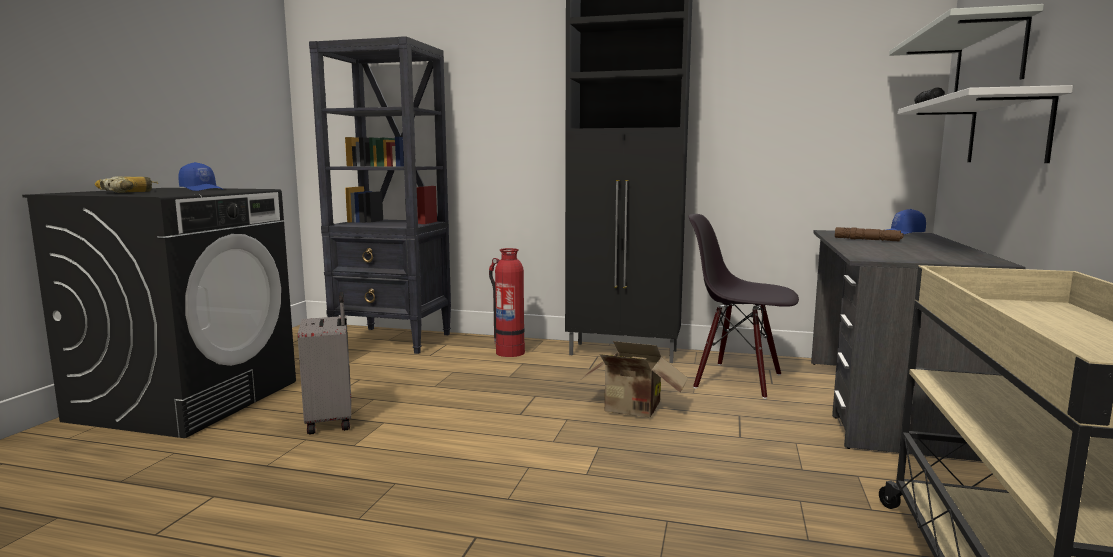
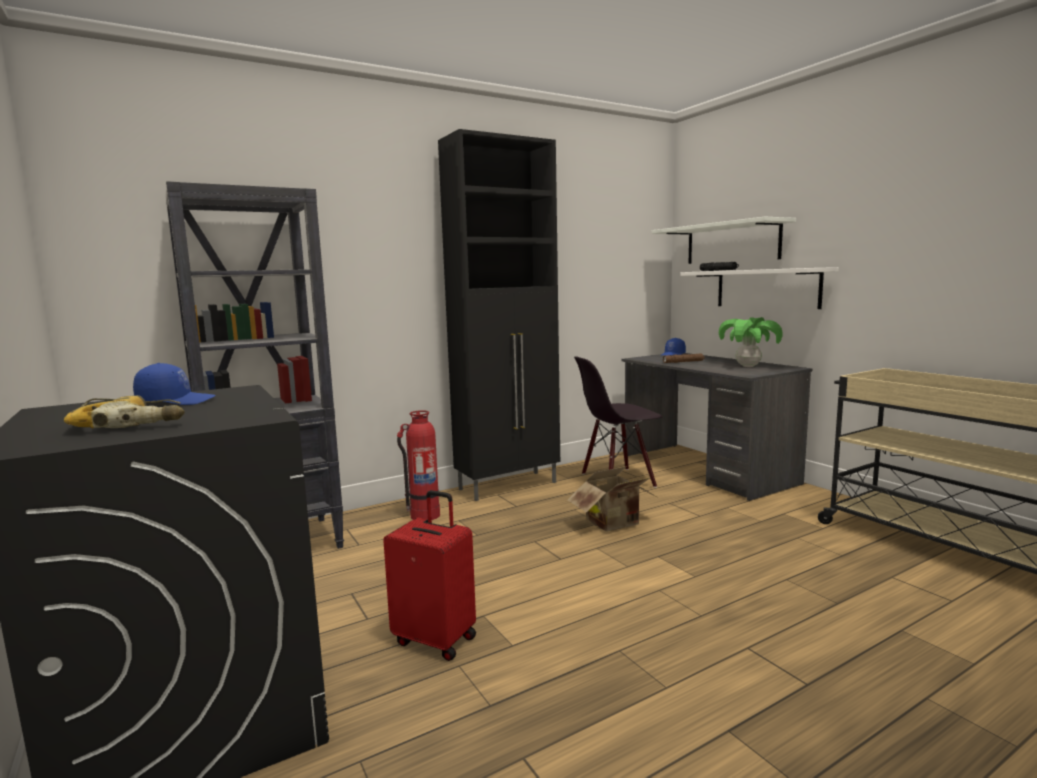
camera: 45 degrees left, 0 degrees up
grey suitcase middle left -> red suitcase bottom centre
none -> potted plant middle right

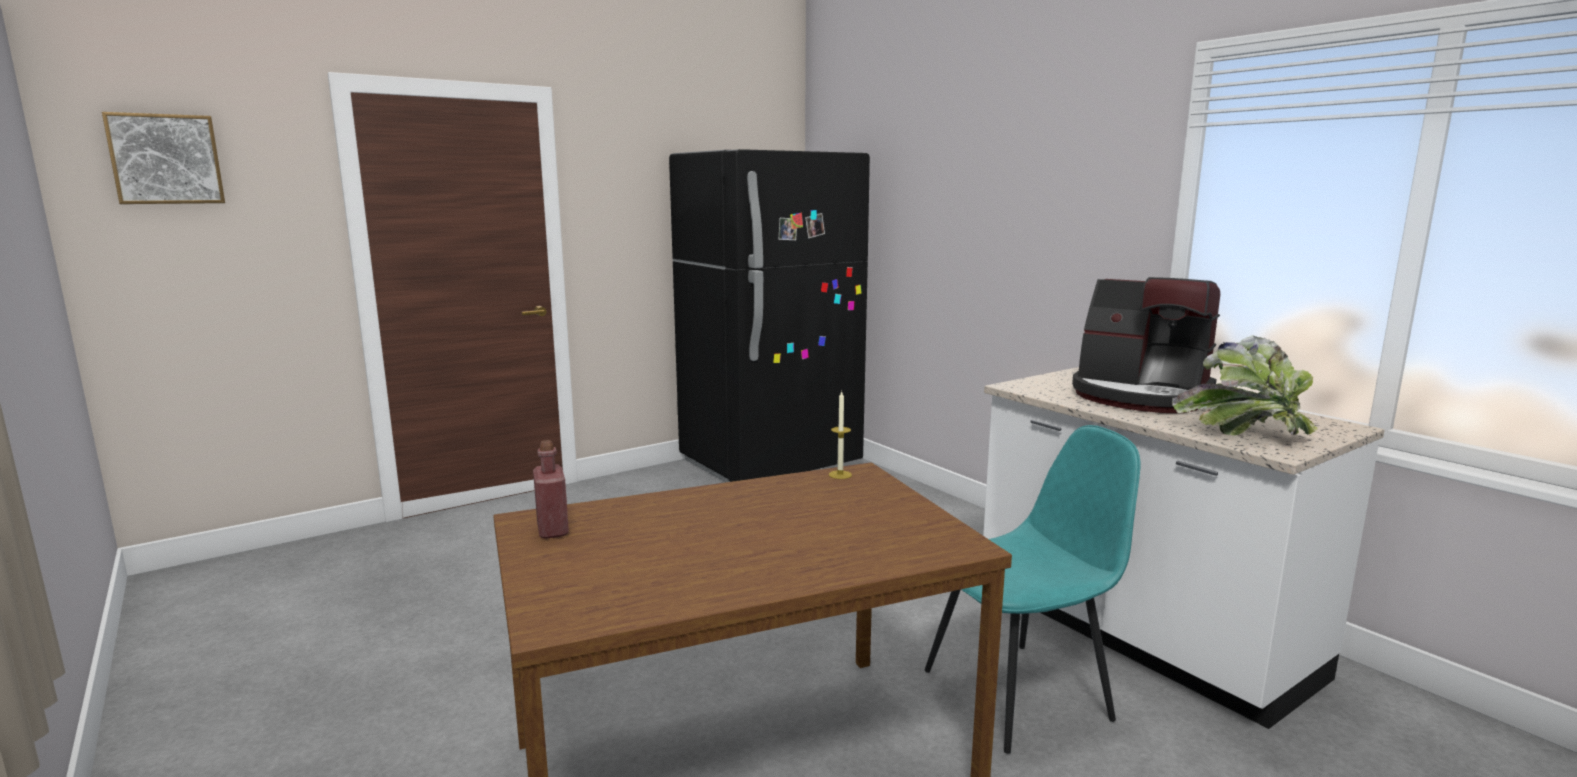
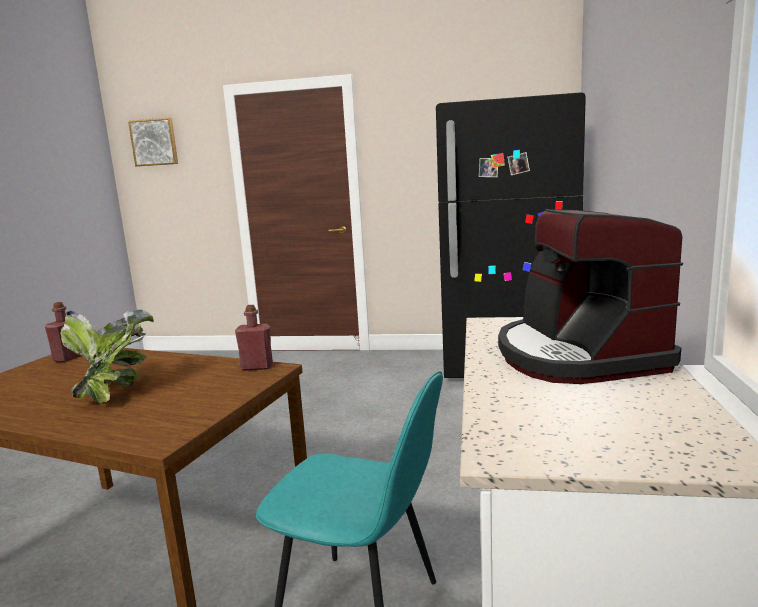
camera: 45 degrees right, 0 degrees up
potted plant middle right -> potted plant middle left, moved
candle centre -> red bottle (2nd from left) centre

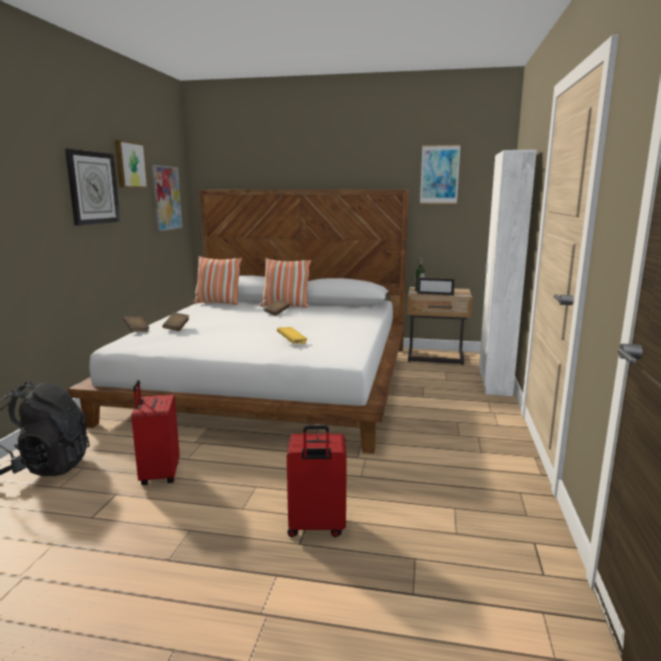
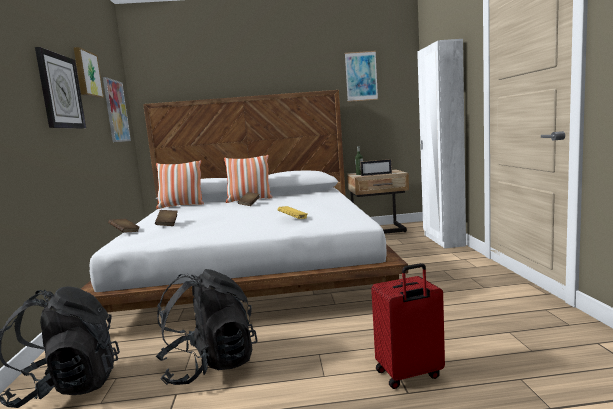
camera: 15 degrees left, 5 degrees down
red suitcase (1st from left) middle left -> black backpack (2nd from left) bottom centre

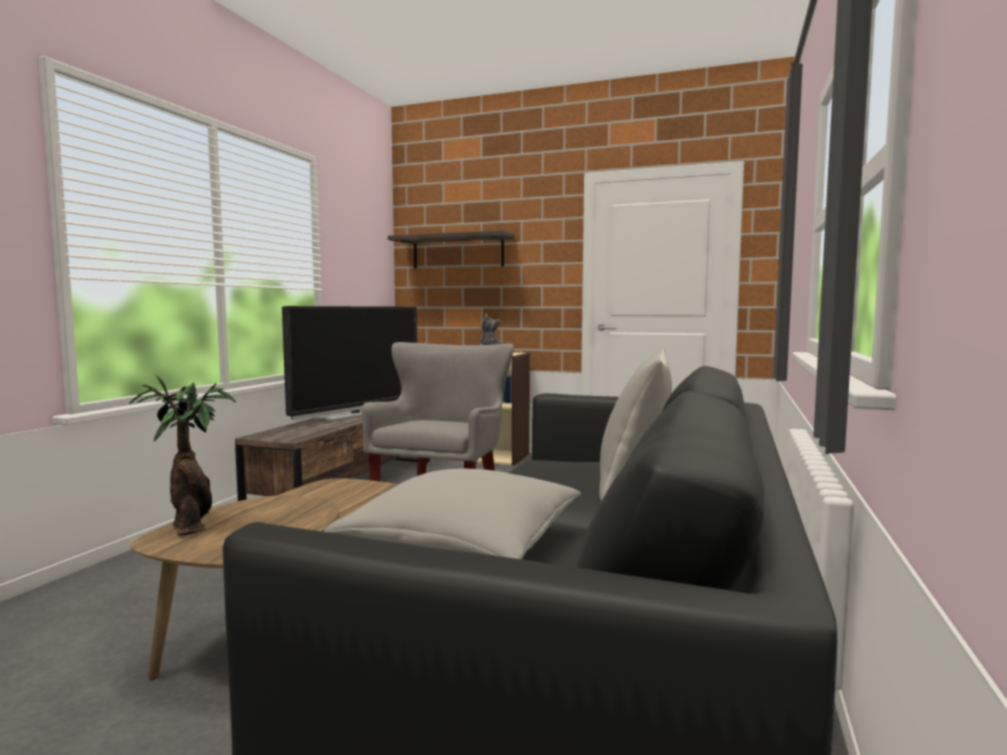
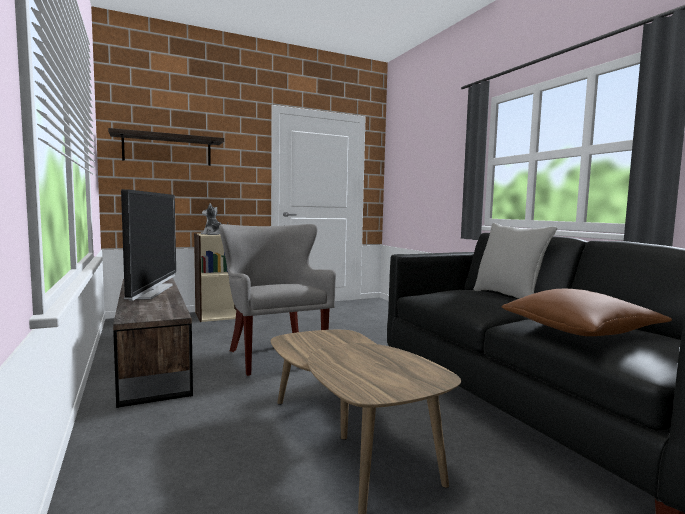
camera: 45 degrees left, 0 degrees up
potted plant middle left -> none
grey pillow (1st from left) bottom centre -> brown pillow middle right

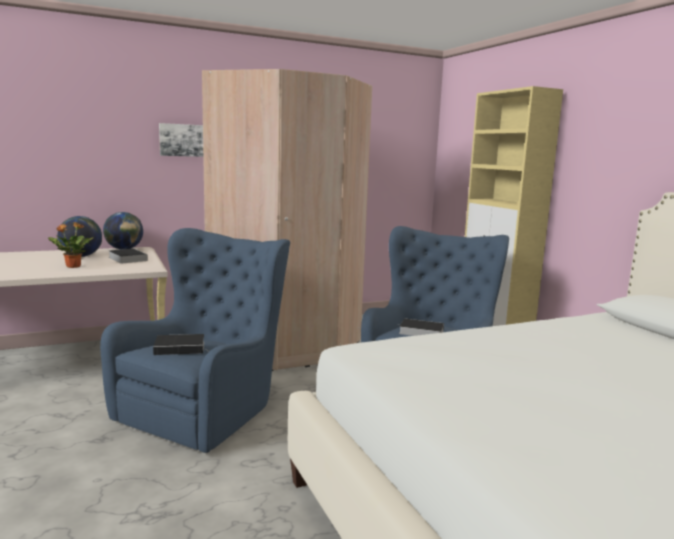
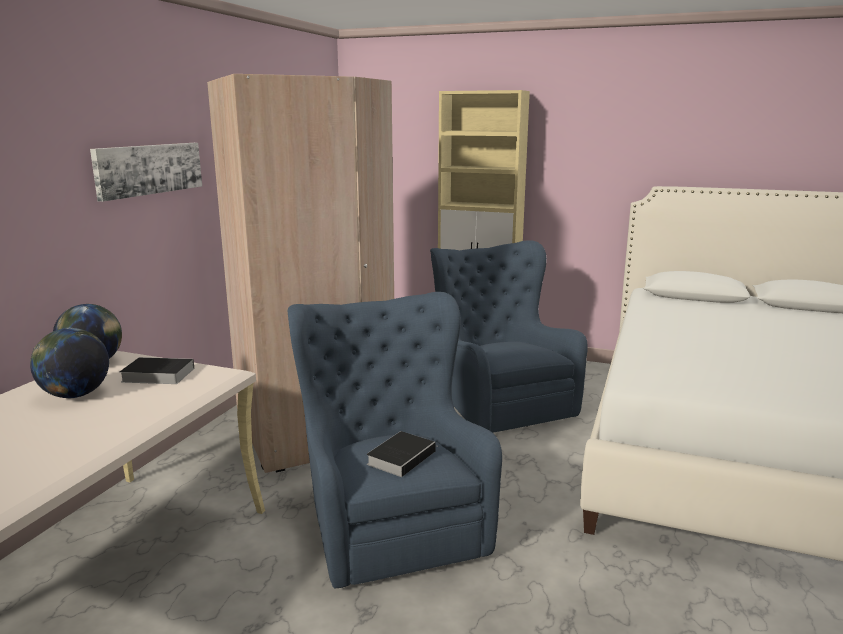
camera: 45 degrees left, 5 degrees up
potted plant middle left -> none
book (3rd from left) centre -> none

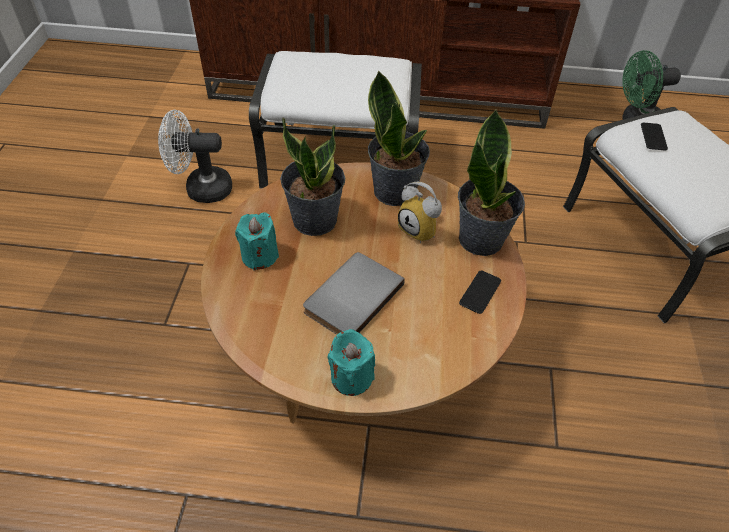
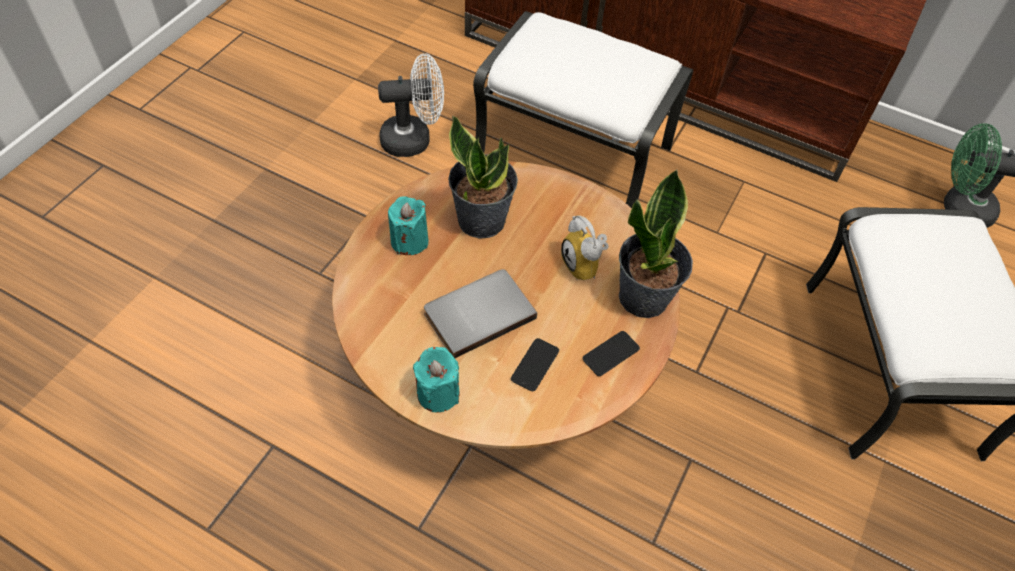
camera: 20 degrees right, 5 degrees up
potted plant (2nd from left) top centre -> none
white fan top left -> white fan top centre, 150 degrees clockwise
phone (2nd from left in the first image) top right -> phone (1st from left) centre, moved

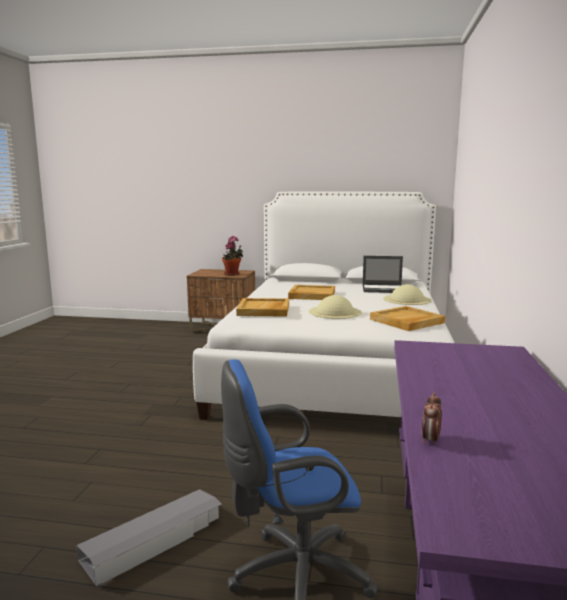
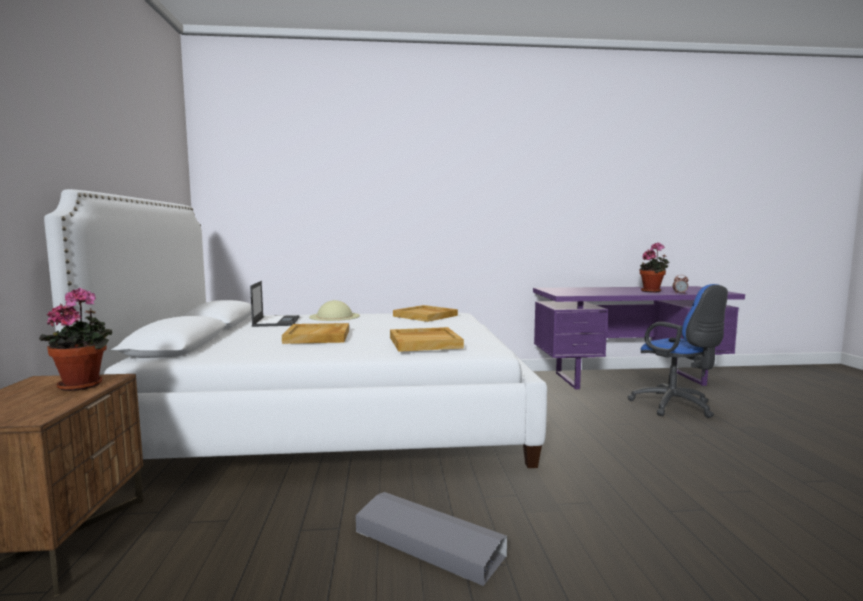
camera: 105 degrees left, 5 degrees down
beige hat (1st from left) centre -> none
grey storage box bottom left -> grey storage box bottom centre, moved
none -> potted plant (2nd from left) middle right

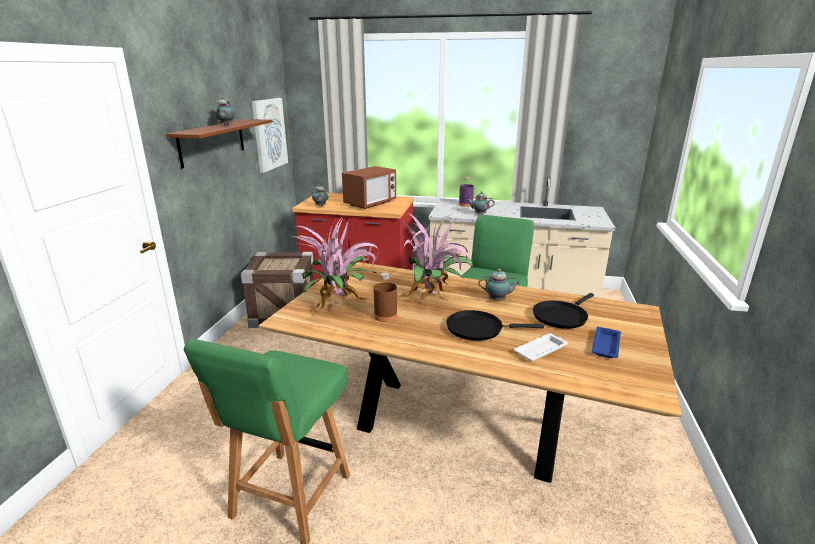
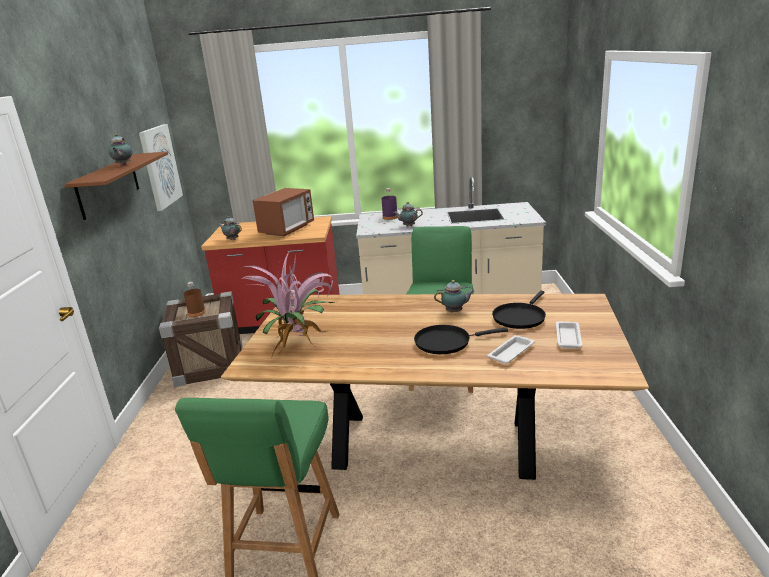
camera: 10 degrees left, 0 degrees up
potted plant (2nd from left) centre -> none
brown bottle centre -> brown bottle middle left, moved
blue tray middle right -> white tray (2nd from left) middle right

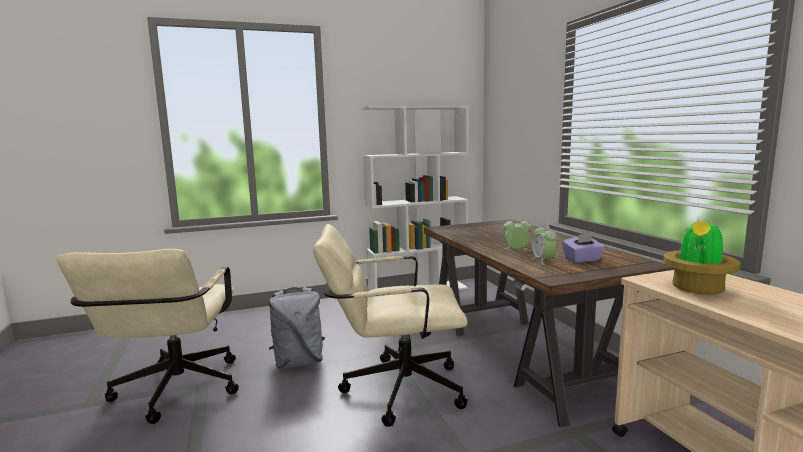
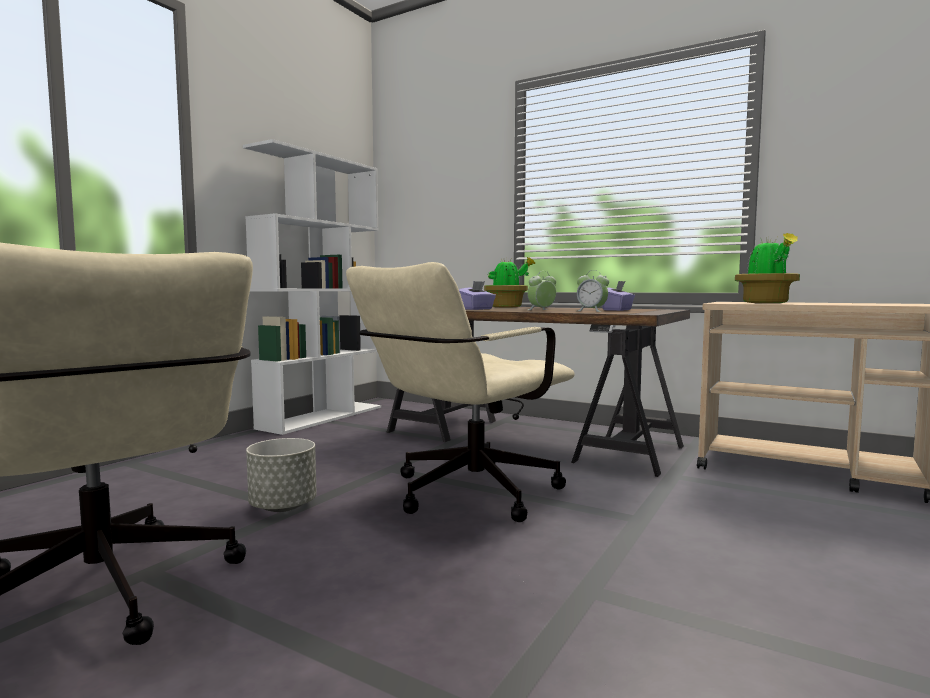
camera: 40 degrees left, 5 degrees down
grey backpack bottom centre -> grey planter bottom left
none -> potted plant (1st from left) centre
none -> purple tissue box (1st from left) centre

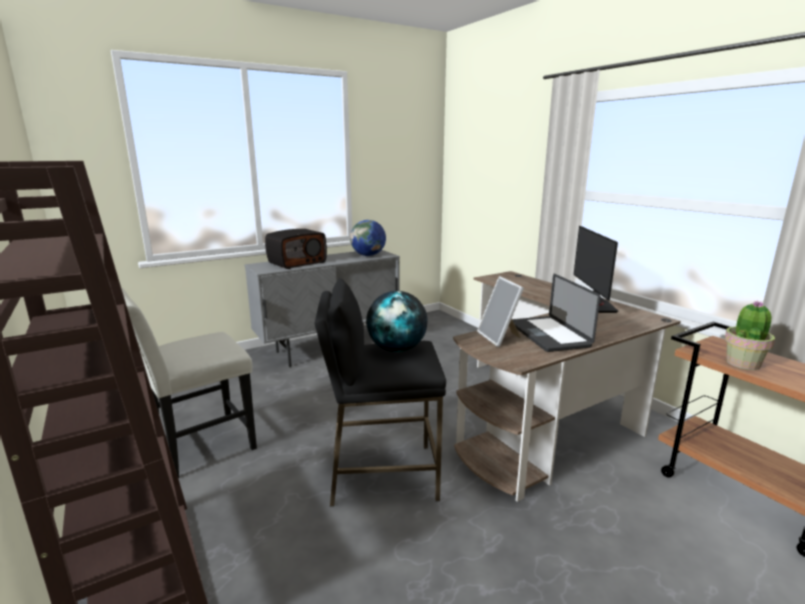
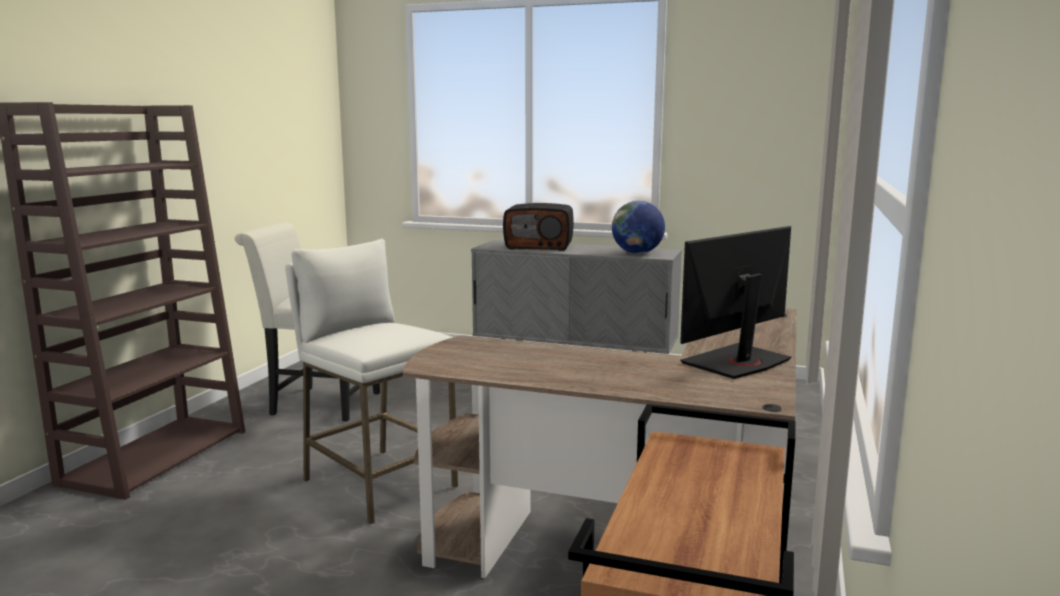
camera: 50 degrees right, 5 degrees down
laptop middle right -> none
picture frame centre -> none
black stool centre -> white stool centre
globe (2nd from left) centre -> none
potted plant middle right -> none

